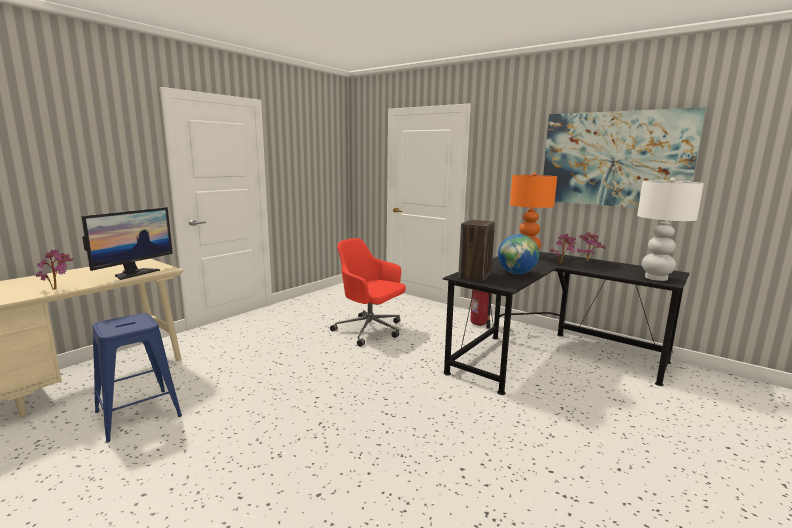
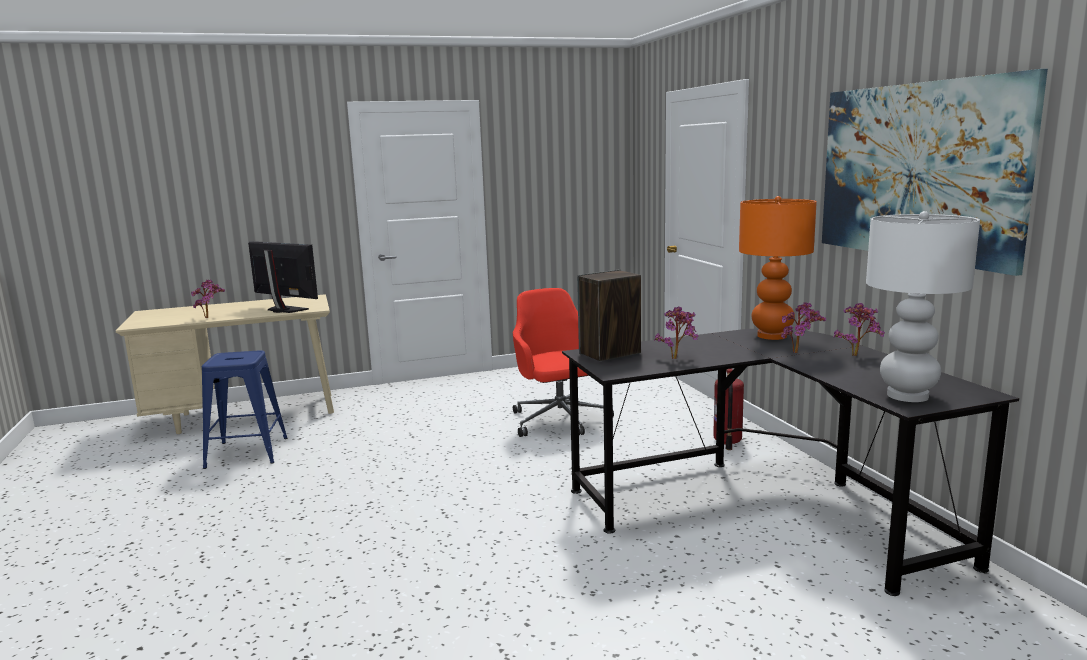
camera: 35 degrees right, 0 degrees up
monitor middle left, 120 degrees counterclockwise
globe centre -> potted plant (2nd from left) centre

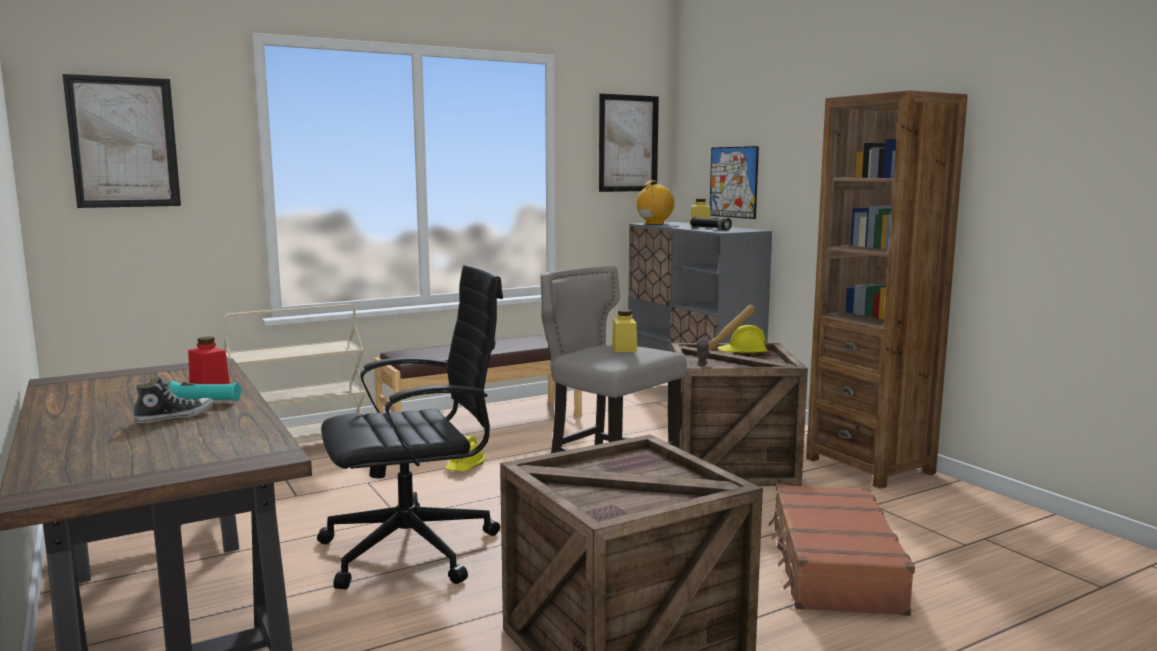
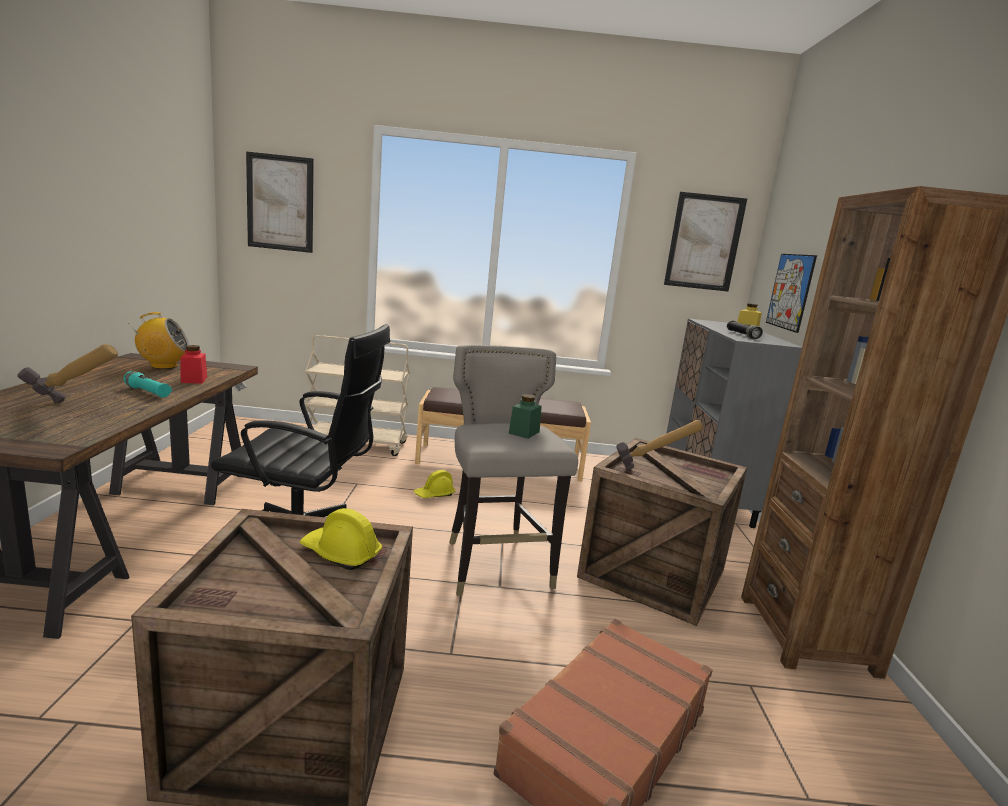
camera: 30 degrees right, 5 degrees up
radio top centre -> radio middle left, moved
yellow jar (1st from left) centre -> green jar centre
yellow hard hat (2nd from left in the first image) centre -> yellow hard hat (1st from left) bottom centre, moved
shoe middle left -> none
none -> hammer (1st from left) middle left

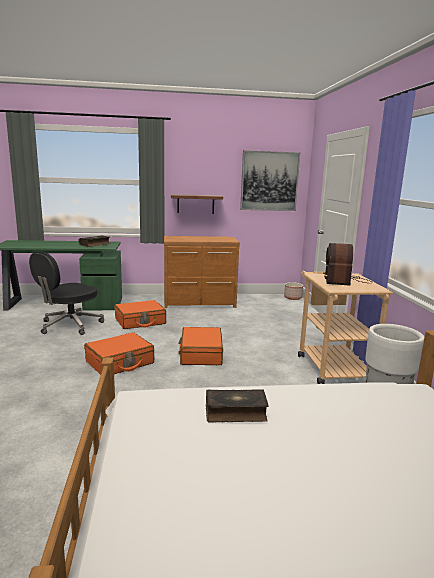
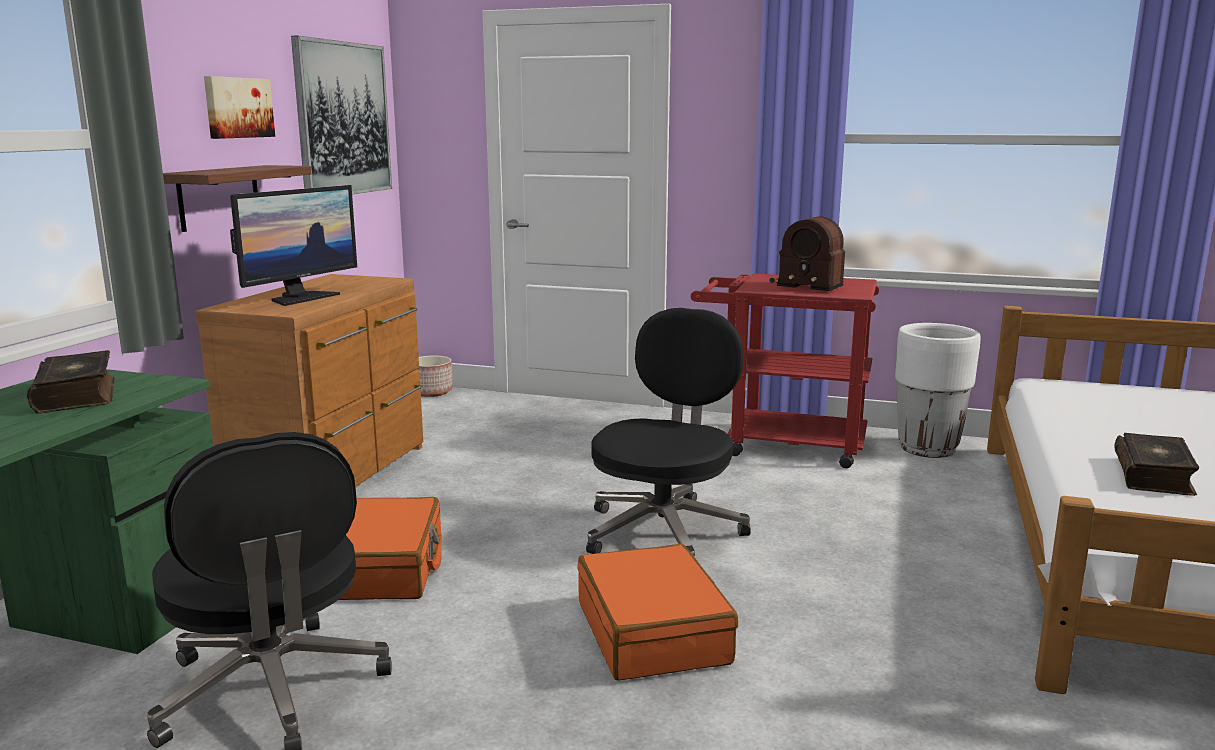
camera: 65 degrees left, 0 degrees up
beige cart middle right -> red cart centre
orange suitcase (3rd from left) centre -> black office chair (2nd from left) centre
none -> picture (1st from left) top left
none -> monitor top left

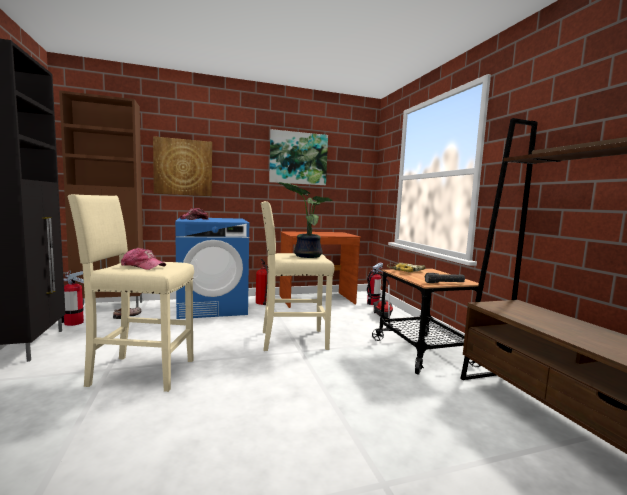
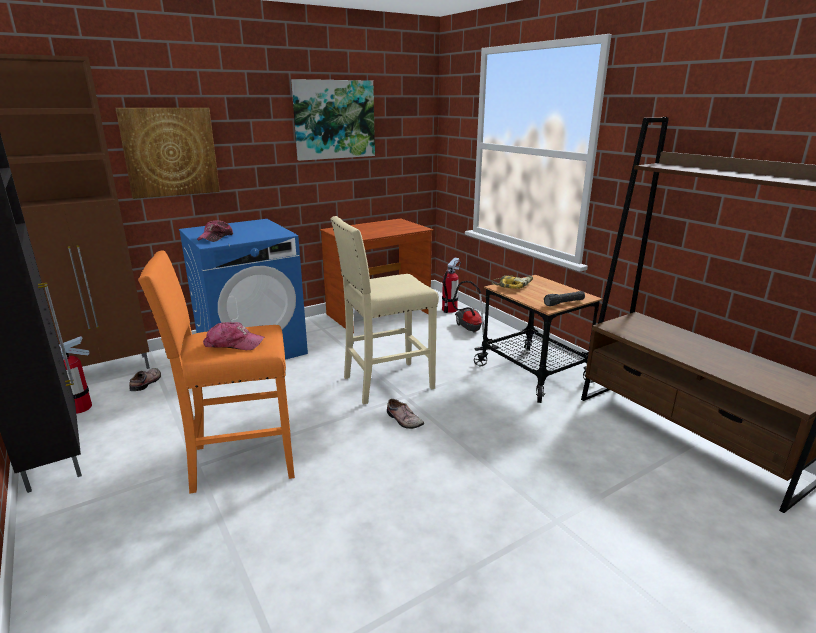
camera: 15 degrees left, 15 degrees up
potted plant centre -> none
beige stool (1st from left) middle left -> orange stool middle left
fire extinguisher (2nd from left) centre -> none
none -> shoe (2nd from left) centre

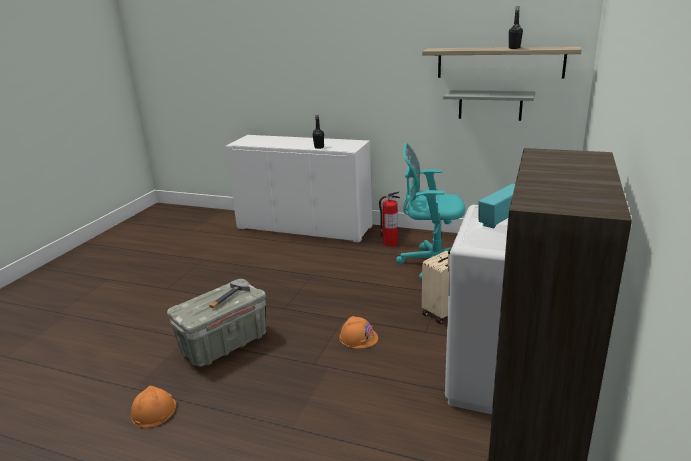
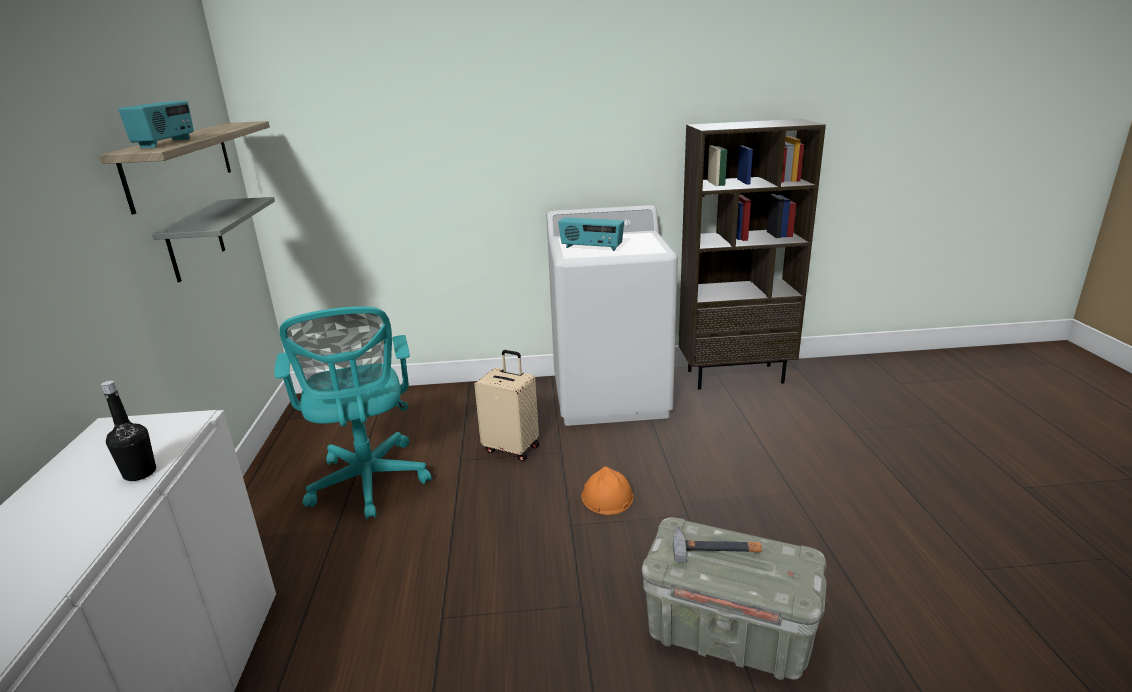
camera: 115 degrees left, 0 degrees up
black bottle (2nd from left) top right -> none
fire extinguisher centre -> none
orange hard hat (1st from left) bottom left -> none
none -> radio (1st from left) top left

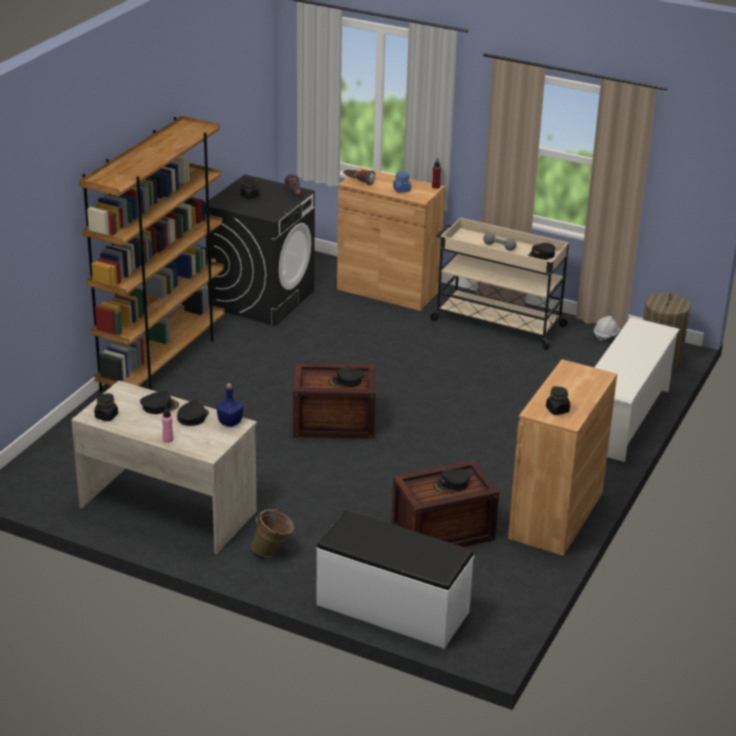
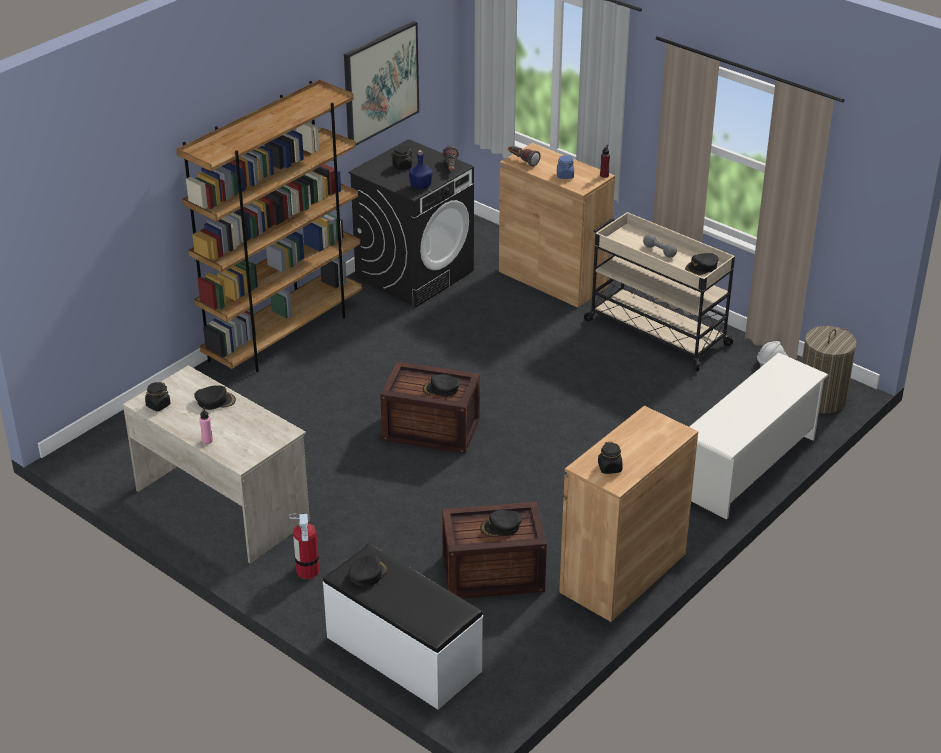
camera: 15 degrees right, 5 degrees up
blue bottle middle left -> blue bottle top centre, moved
black cap (2nd from left) middle left -> black cap (2nd from left) bottom centre, moved
green bucket bottom centre -> fire extinguisher bottom left
none -> picture top centre

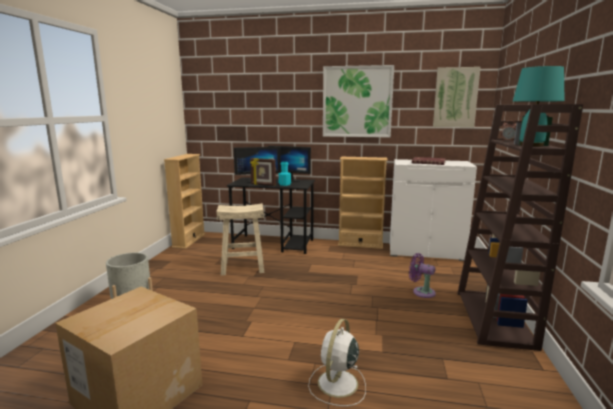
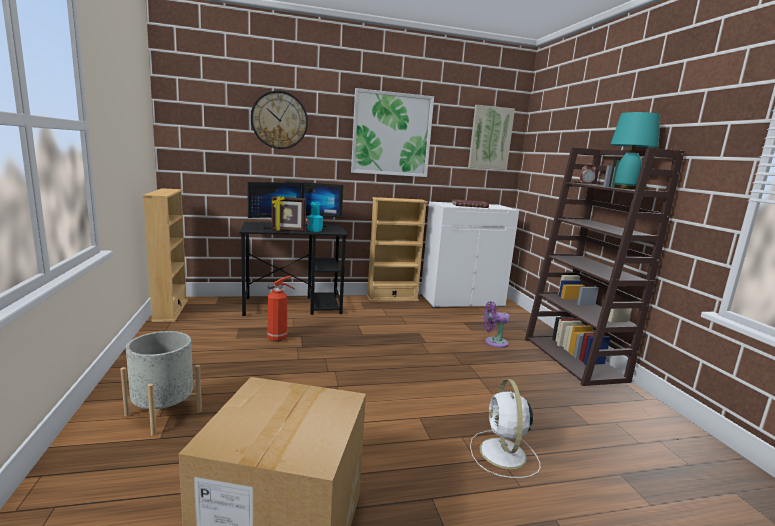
camera: 25 degrees left, 0 degrees up
beige stool centre -> fire extinguisher centre
none -> wall clock top centre

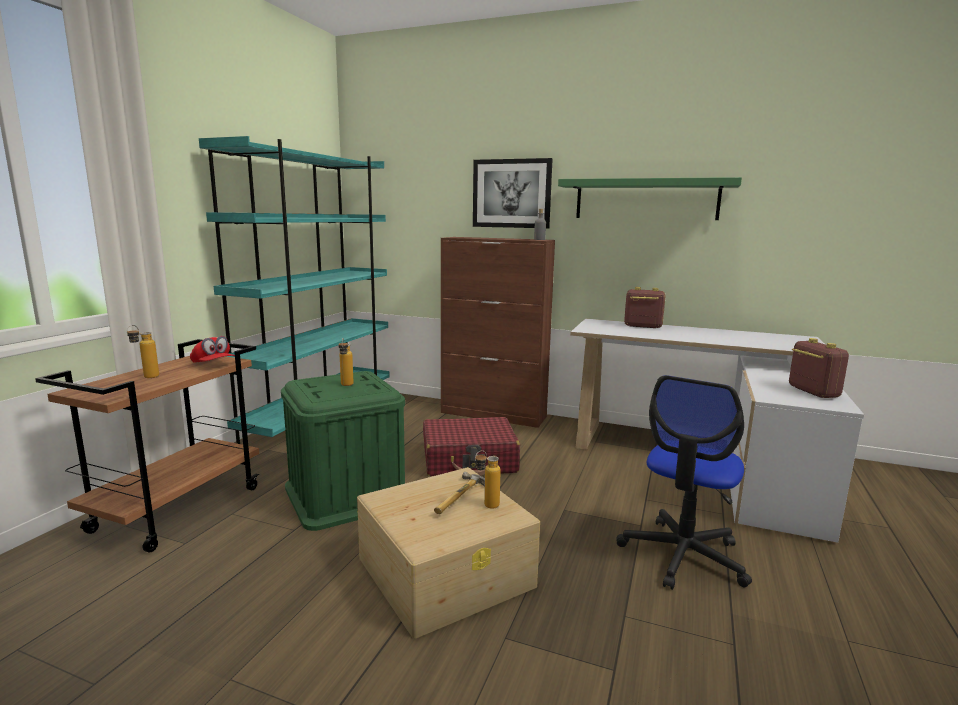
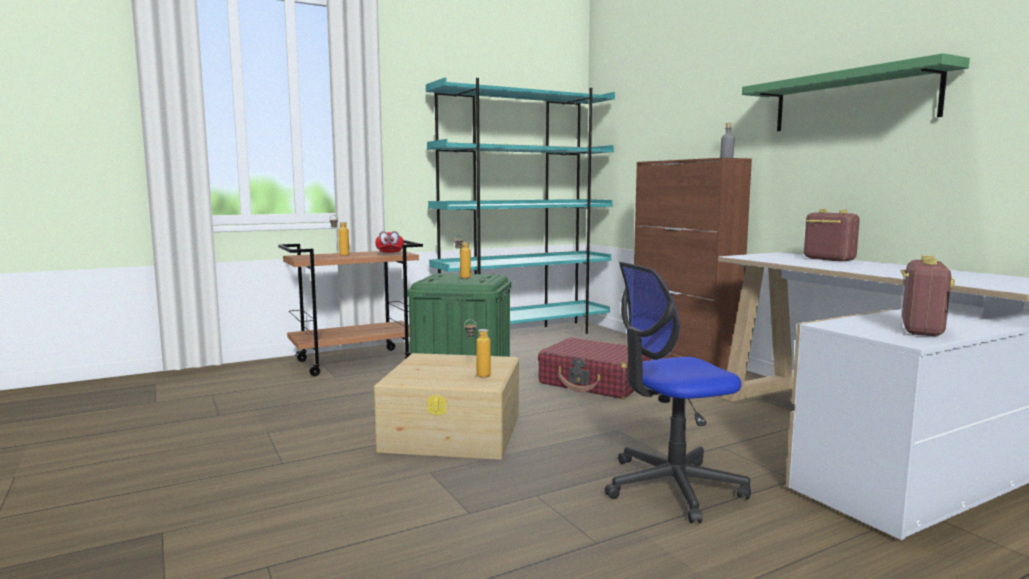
camera: 40 degrees right, 5 degrees down
picture top centre -> none
hammer bottom centre -> none

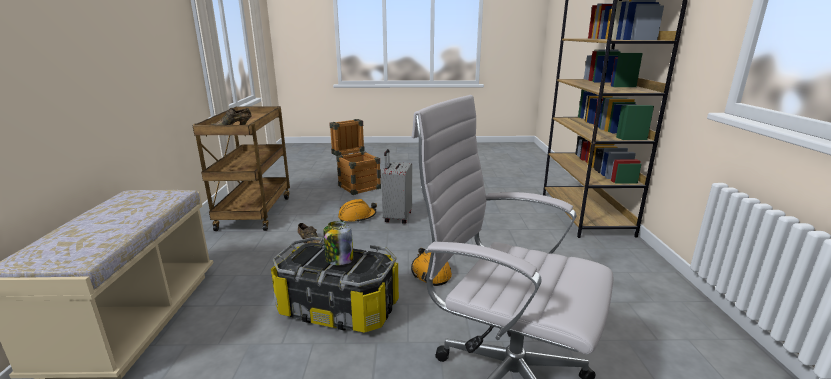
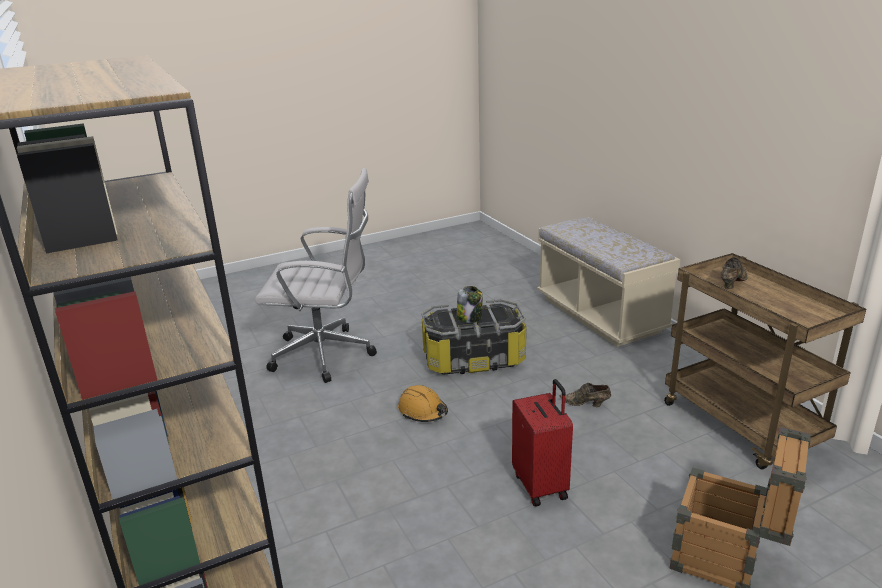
camera: 155 degrees right, 5 degrees up
grey suitcase centre -> red suitcase bottom centre
orange hard hat (1st from left) centre -> none

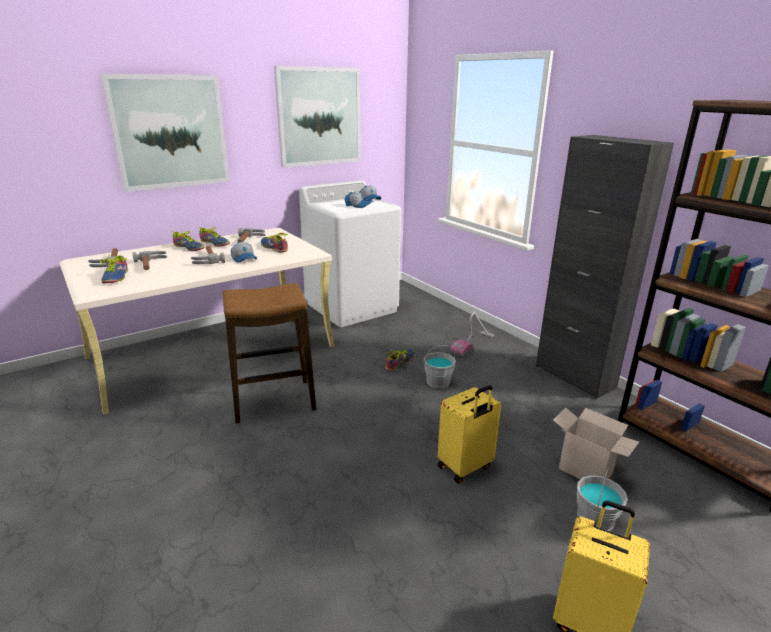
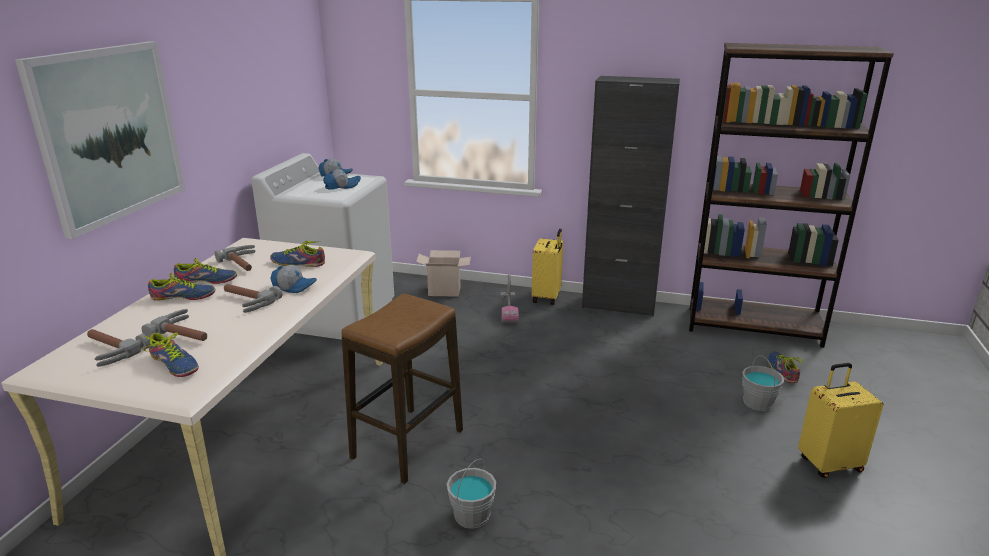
camera: 40 degrees left, 0 degrees up
picture (2nd from left) top centre -> none
grey bucket (1st from left) centre -> grey bucket (1st from left) bottom centre, moved
shoe (5th from left) centre -> shoe (5th from left) middle right, moved
yellow suitcase (1st from left) bottom centre -> yellow suitcase (1st from left) centre, moved
cardboard box bottom right -> cardboard box centre, moved

